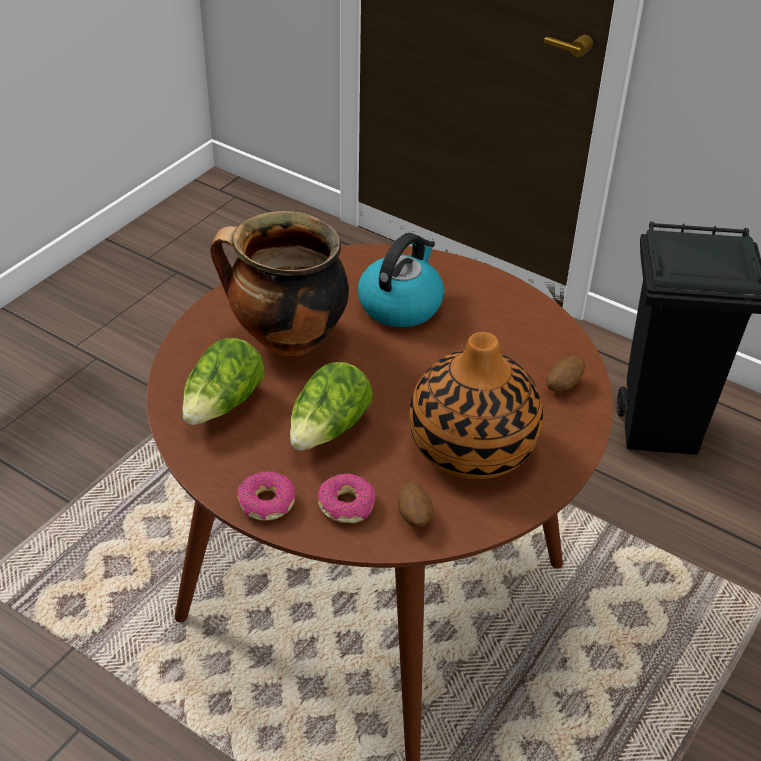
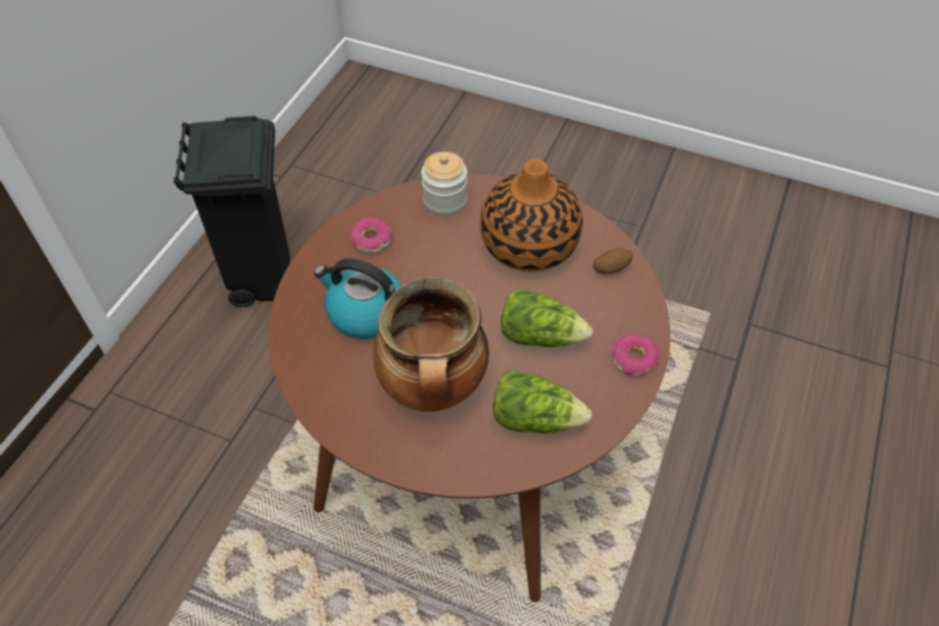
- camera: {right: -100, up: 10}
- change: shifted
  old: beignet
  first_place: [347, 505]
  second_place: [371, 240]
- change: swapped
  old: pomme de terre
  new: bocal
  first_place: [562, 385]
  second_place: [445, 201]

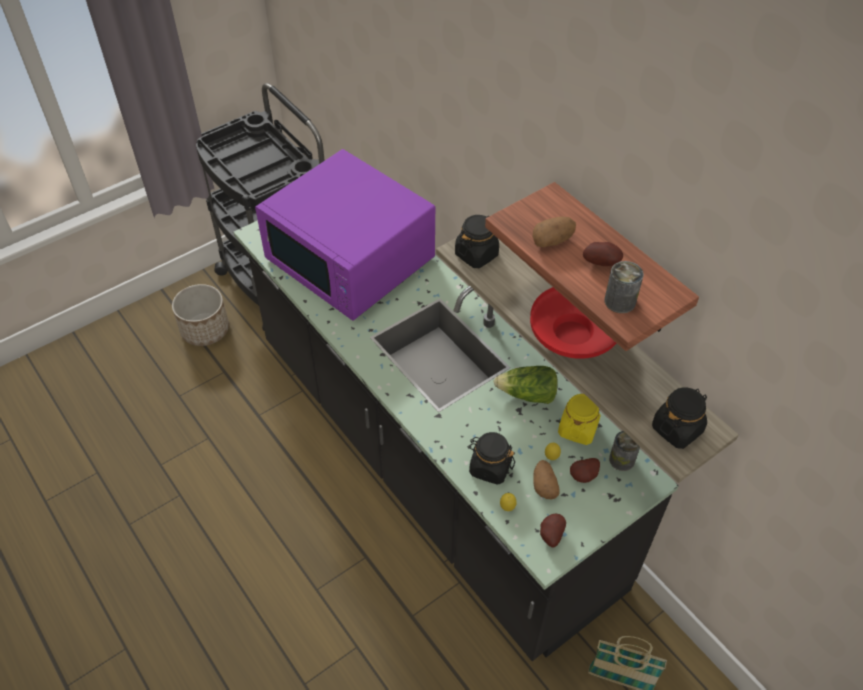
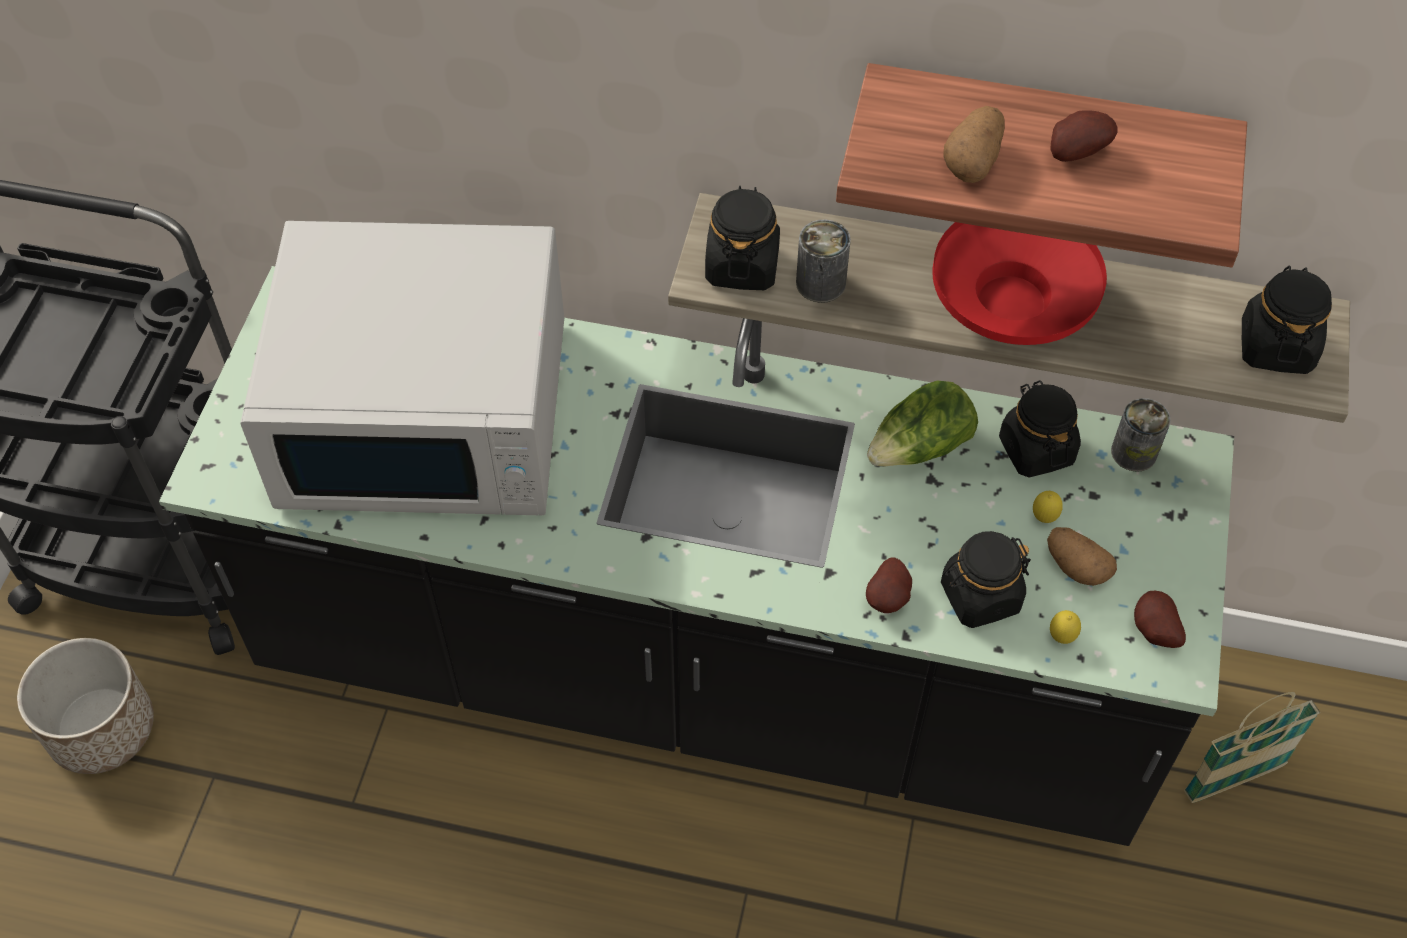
- camera: {right: -40, up: 5}
- change: shifted
  old: pomme de terre
  first_place: [584, 476]
  second_place: [889, 598]
- change: shifted
  old: boîte métallique
  first_place: [620, 301]
  second_place: [820, 283]
- change: repainted
  old: micro-ondes [violet]
  new: micro-ondes [blanc]
  first_place: [351, 260]
  second_place: [428, 415]
- change: repainted
  old: bocal [jaune]
  new: bocal [noir]
  first_place: [577, 429]
  second_place: [1036, 449]

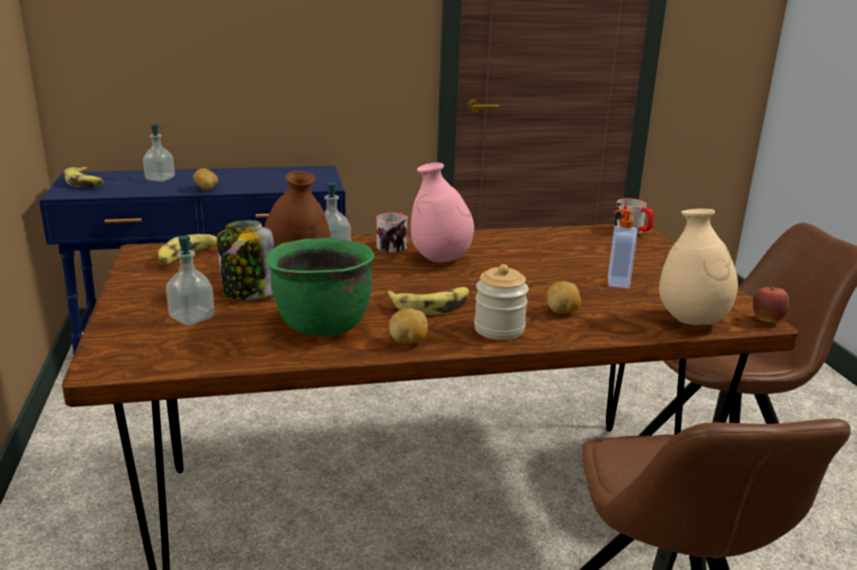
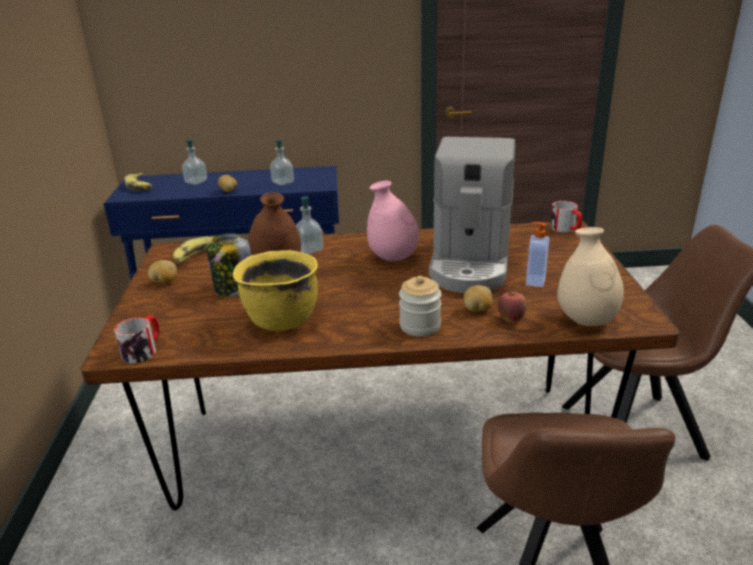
- camera: {right: 10, up: 5}
- change: gone
  old: banane
  first_place: [431, 306]
- change: new
  new: machine à café
  second_place: [470, 263]
- change: shifted
  old: distributeur de savon
  first_place: [192, 318]
  second_place: [283, 182]
- change: shifted
  old: mug
  first_place: [393, 244]
  second_place: [143, 350]
- change: shifted
  old: pomme de terre
  first_place: [408, 342]
  second_place: [165, 282]
- change: shifted
  old: pomme
  first_place: [767, 320]
  second_place: [511, 319]
- change: repainted
  old: marmite [vert]
  new: marmite [jaune]
  first_place: [321, 325]
  second_place: [281, 319]

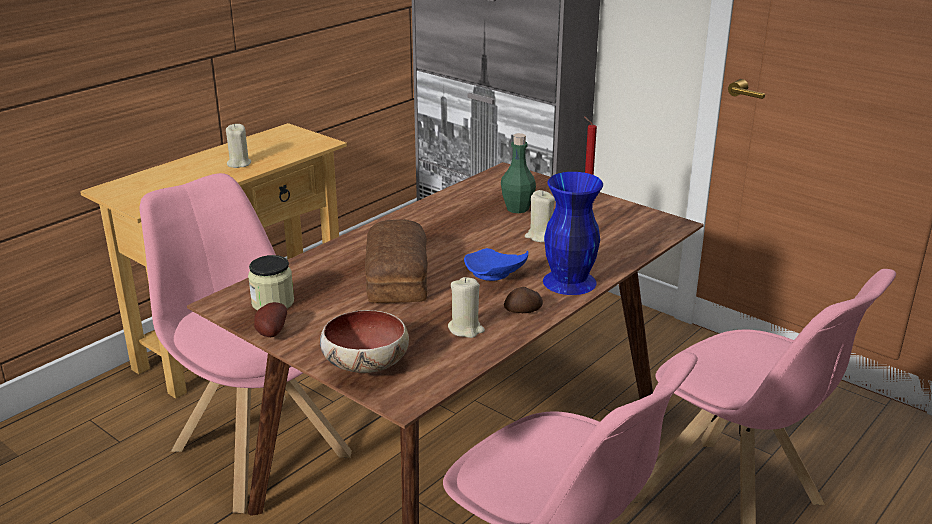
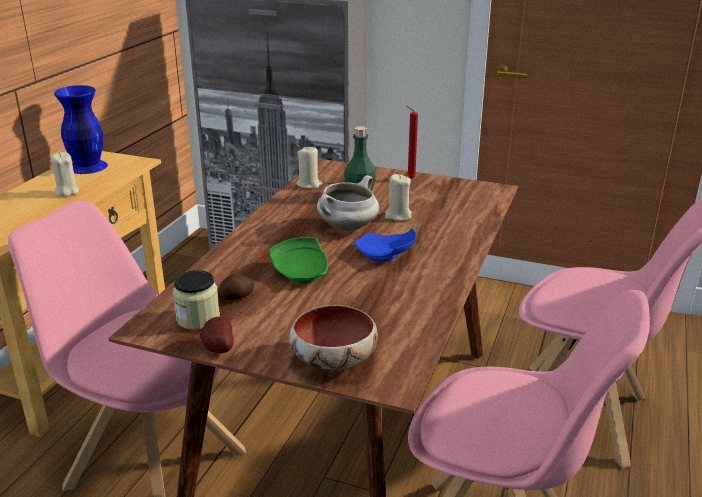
- camera: {right: -20, up: 0}
- change: new
  new: marmite [blanc]
  second_place: [347, 228]
- change: shifted
  old: bougie [beige]
  first_place: [466, 329]
  second_place: [309, 184]
- change: shifted
  old: pomme de terre
  first_place: [523, 311]
  second_place: [237, 297]
- change: shifted
  old: vase [bleu]
  first_place: [568, 281]
  second_place: [86, 167]
- change: swapped
  old: pain
  new: assiette [vert]
  first_place: [399, 277]
  second_place: [302, 272]

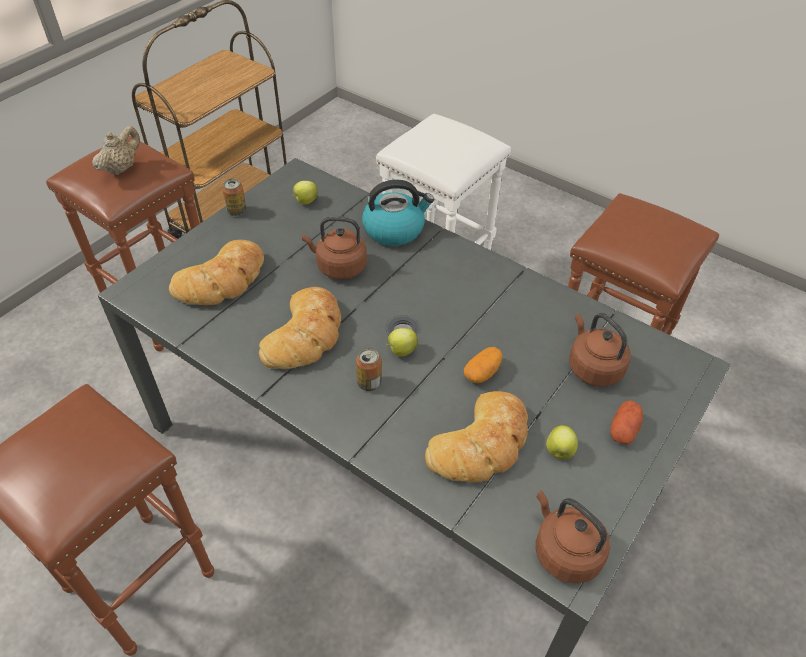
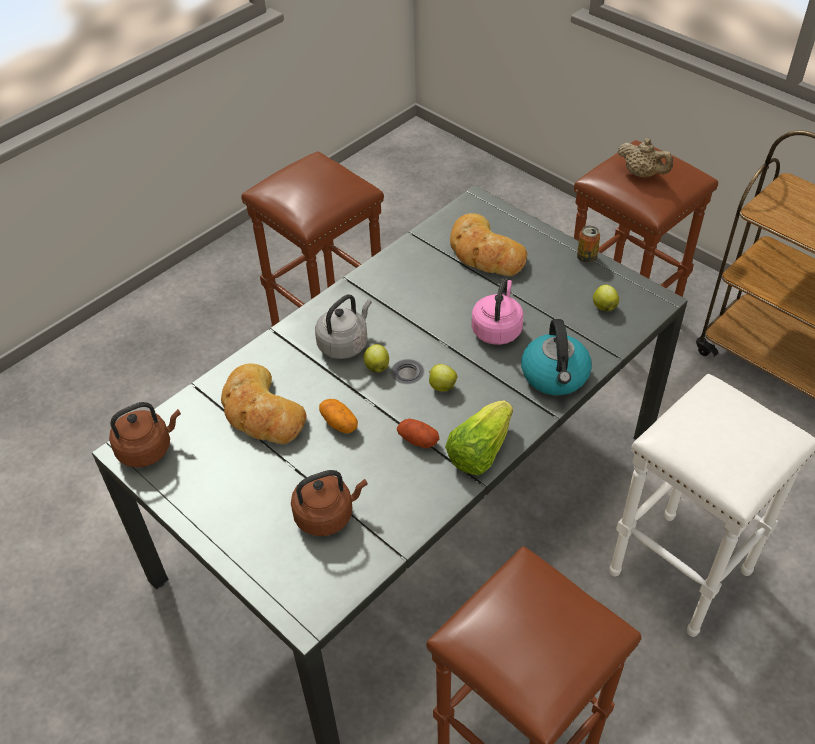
- camera: {right: 100, up: 0}
- change: gone
  old: pain
  first_place: [306, 335]
- change: new
  new: laitue
  second_place: [479, 451]
- change: shifted
  old: pomme
  first_place: [559, 452]
  second_place: [441, 386]
- change: shifted
  old: pomme de terre
  first_place: [624, 429]
  second_place: [418, 440]
- change: swapped
  old: boîte métallique
  new: bouilloire [gris]
  first_place: [369, 383]
  second_place: [345, 343]
- change: repainted
  old: bouilloire [marron]
  new: bouilloire [rose]
  first_place: [338, 267]
  second_place: [497, 329]

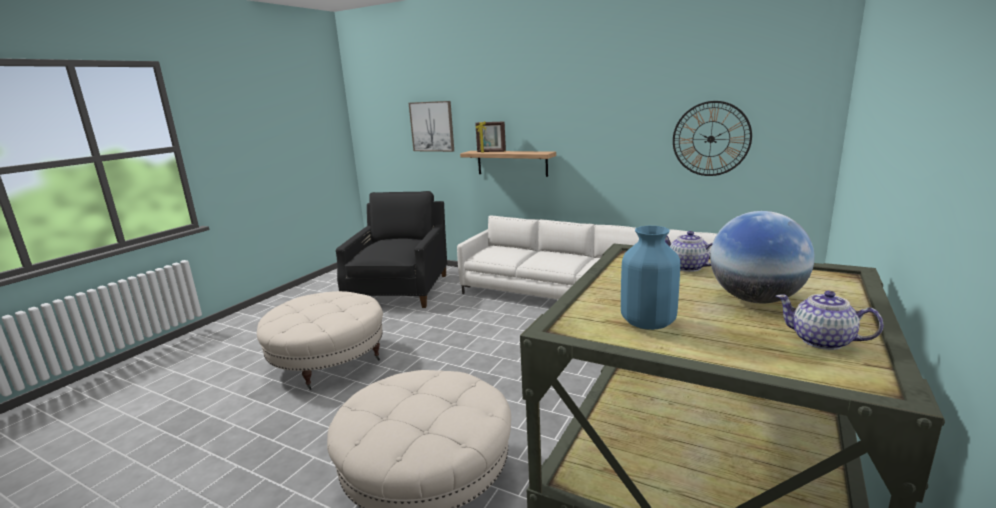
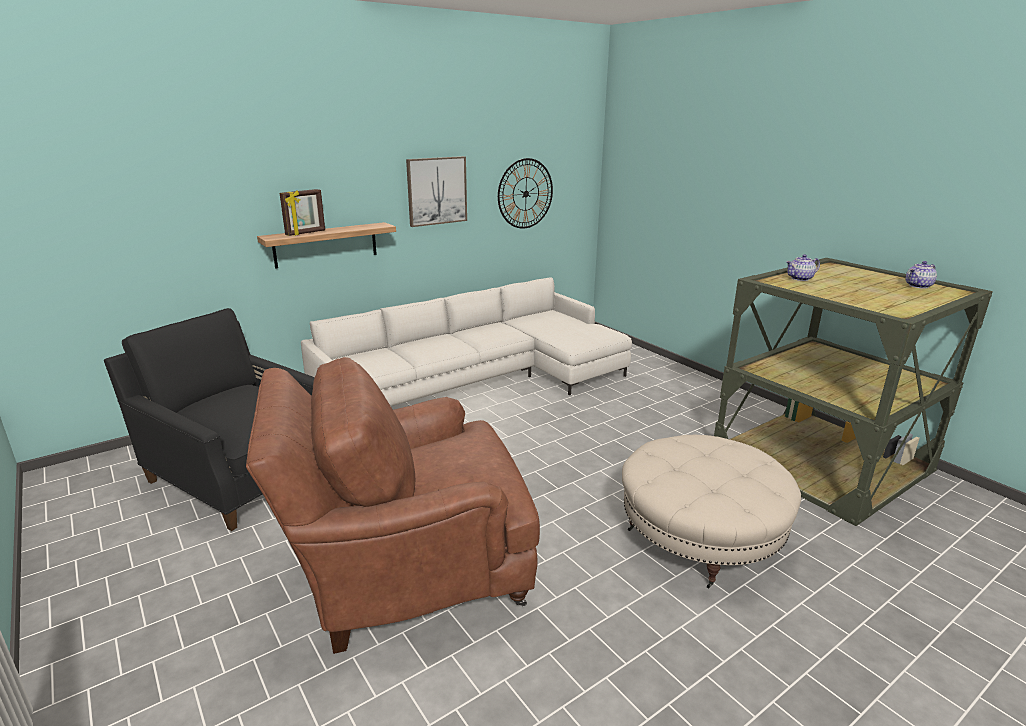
- camera: {right: -65, up: 5}
- change: gone
  old: vase [bleu]
  first_place: [648, 322]
- change: gone
  old: globe
  first_place: [755, 299]
- change: shifted
  old: tableau
  first_place: [432, 126]
  second_place: [436, 191]
- change: swapped
  old: pouf [beige]
  new: fauteuil [marron]
  first_place: [329, 361]
  second_place: [404, 569]

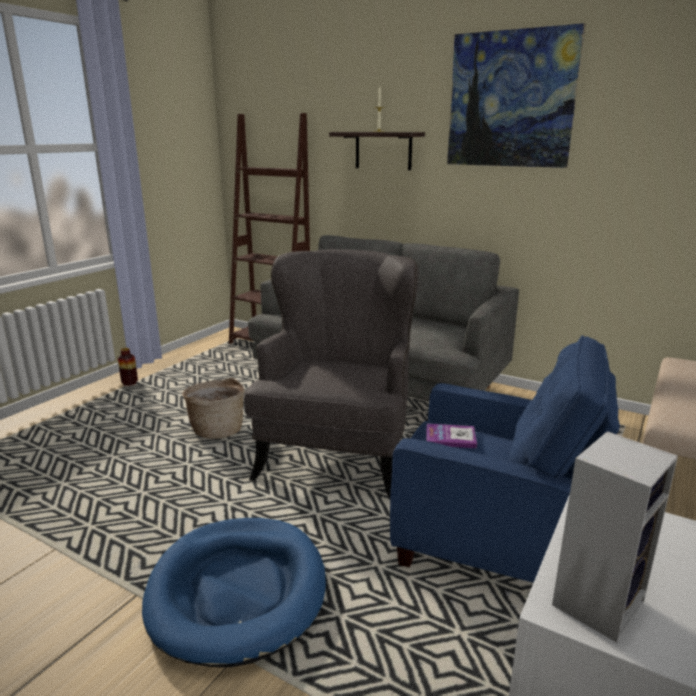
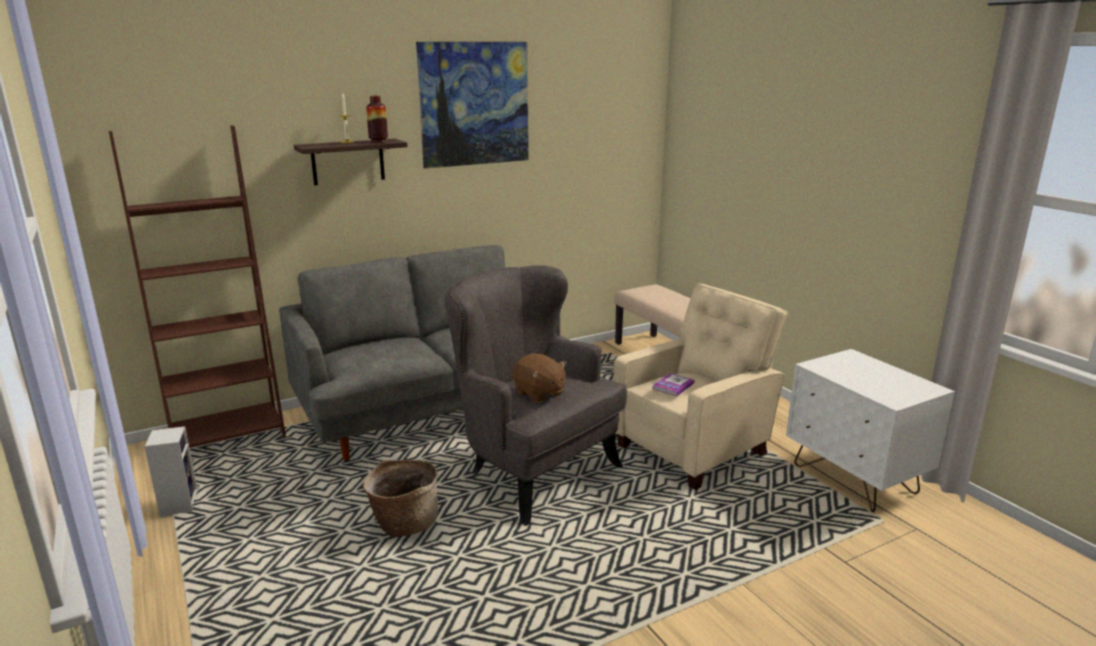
- camera: {right: -60, up: 0}
- change: gone
  old: panier pour chien [bleu]
  first_place: [238, 591]
- change: new
  new: peluche [marron]
  second_place: [539, 393]
- change: shifted
  old: vase
  first_place: [130, 384]
  second_place: [378, 142]
- change: shifted
  old: enceinte
  first_place: [597, 600]
  second_place: [179, 505]
- change: repainted
  old: fauteuil [bleu]
  new: fauteuil [beige]
  first_place: [491, 541]
  second_place: [694, 449]

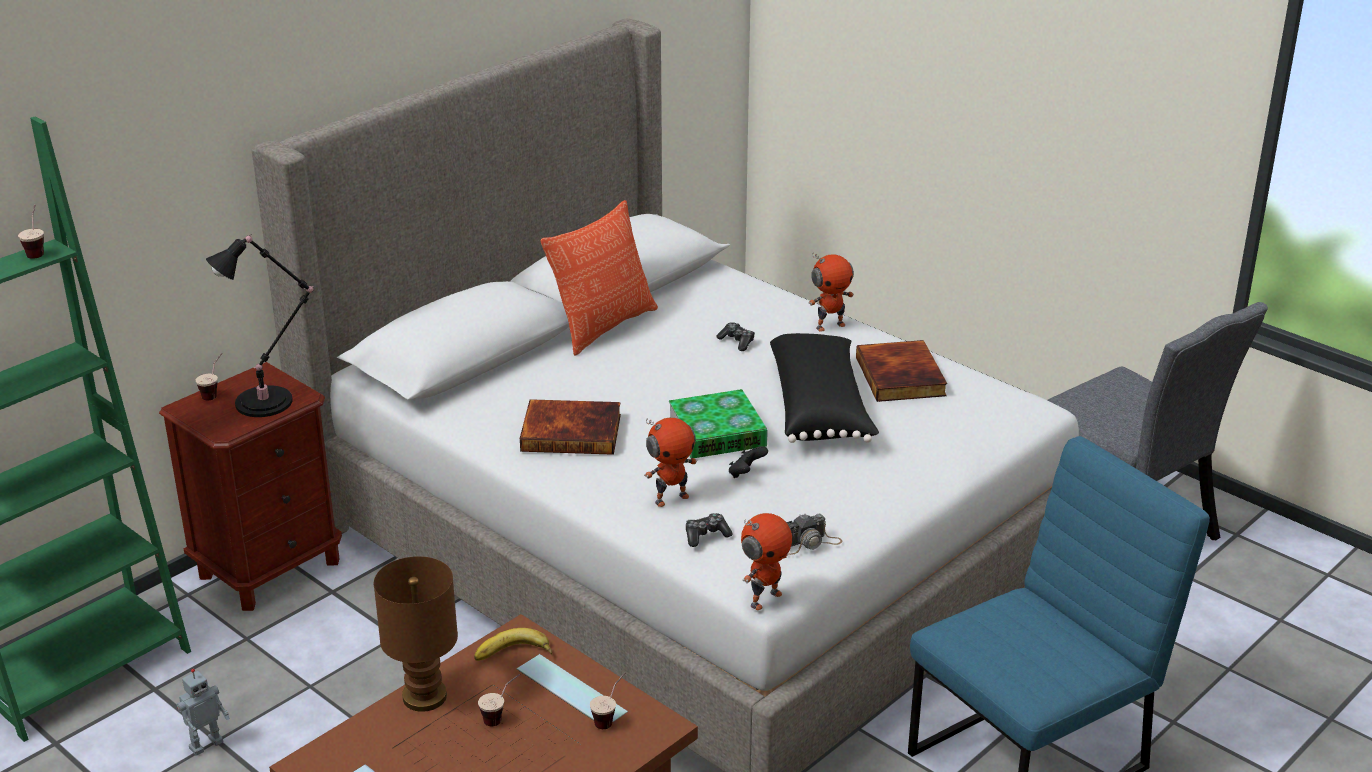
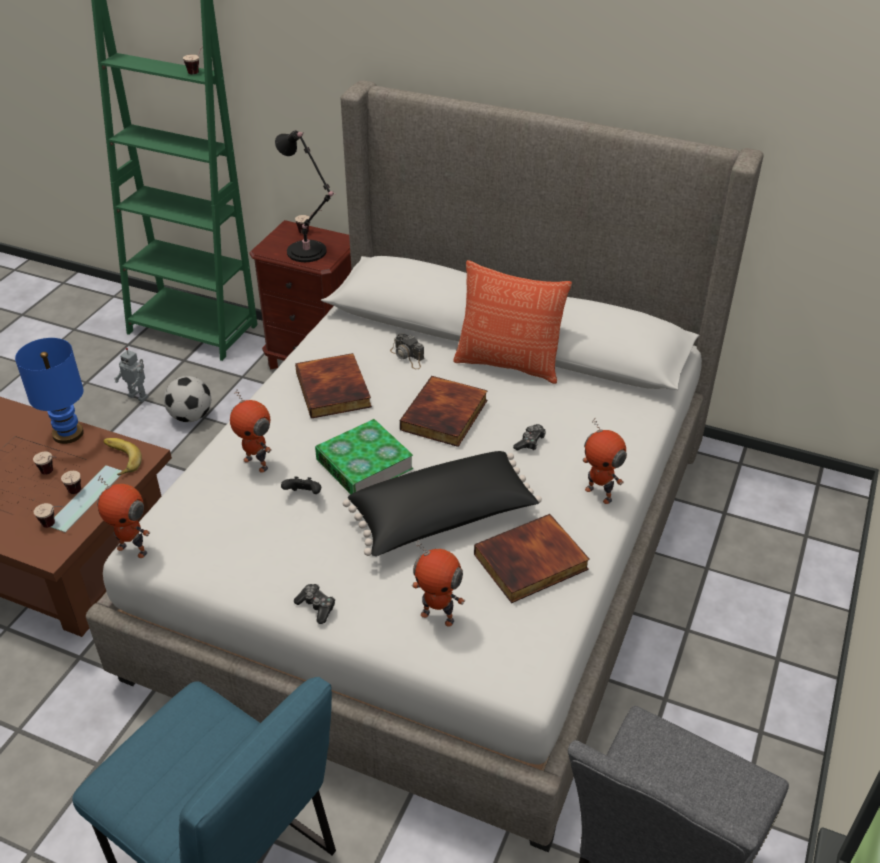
- camera: {right: 70, up: 10}
- change: new
  new: tasse
  second_place: [76, 495]
- change: new
  new: ballon de foot
  second_place: [191, 416]
- change: new
  new: livre
  second_place: [445, 416]
- change: new
  new: robot jouet
  second_place: [438, 616]
- change: shifted
  old: manette
  first_place: [706, 535]
  second_place: [316, 607]
- change: shifted
  old: appareil photo
  first_place: [810, 543]
  second_place: [408, 356]
- change: repainted
  old: lampe de table [marron]
  new: lampe de table [bleu]
  first_place: [425, 696]
  second_place: [69, 434]

